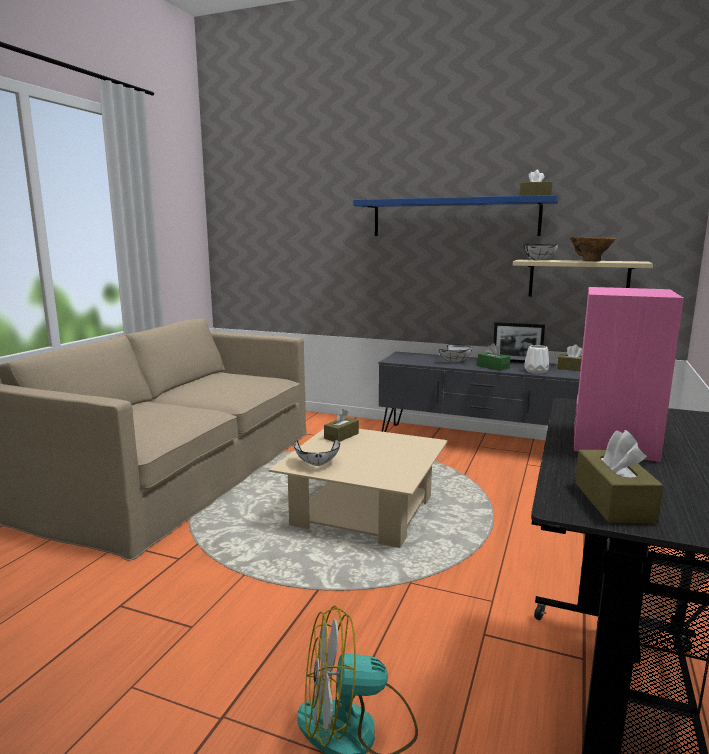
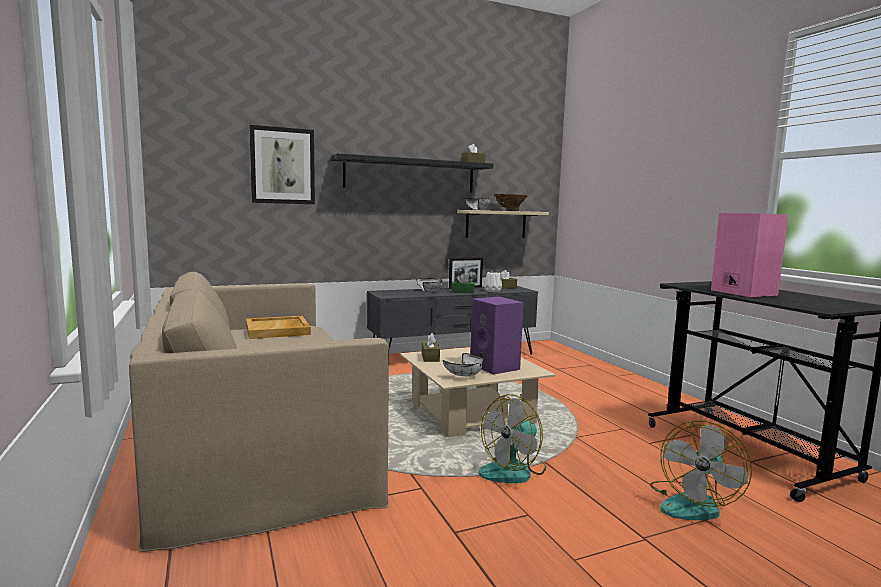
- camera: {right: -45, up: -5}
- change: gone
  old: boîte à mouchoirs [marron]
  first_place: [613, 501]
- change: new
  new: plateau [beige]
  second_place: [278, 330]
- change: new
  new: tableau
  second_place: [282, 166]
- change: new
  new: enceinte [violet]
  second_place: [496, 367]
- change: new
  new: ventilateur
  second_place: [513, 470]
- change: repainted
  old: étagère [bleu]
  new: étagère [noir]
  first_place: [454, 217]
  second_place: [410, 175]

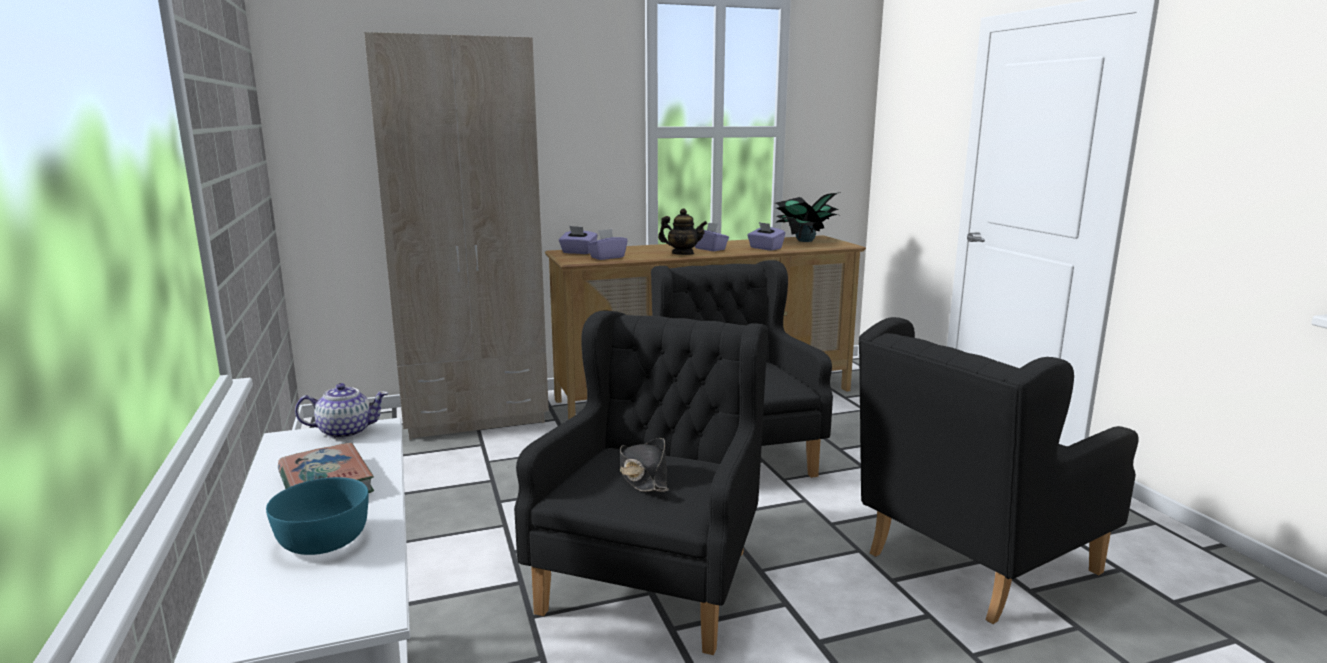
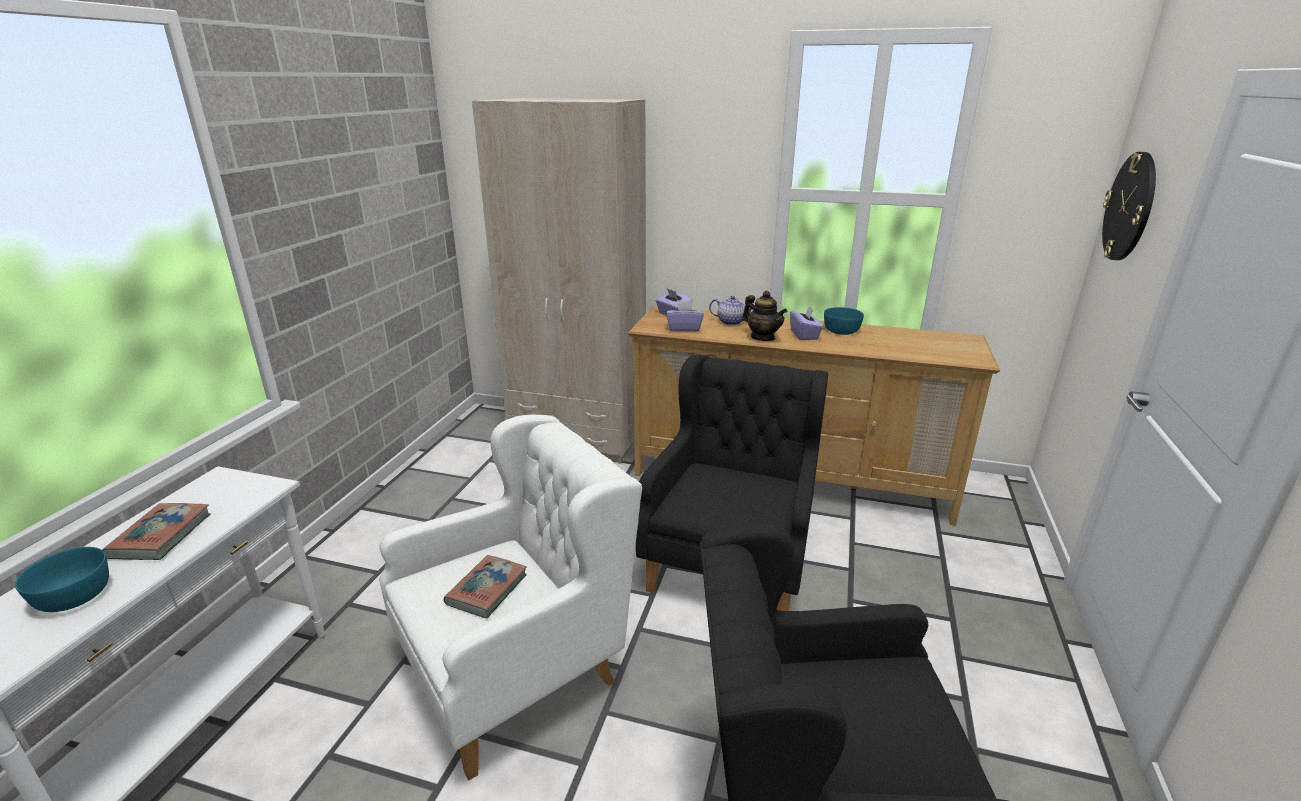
- camera: {right: 35, up: 10}
- change: gone
  old: boîte à mouchoirs [violet]
  first_place: [765, 248]
- change: gone
  old: plante en pot
  first_place: [804, 241]
- change: new
  new: bol [turquoise]
  second_place: [841, 331]
- change: new
  new: horloge murale
  second_place: [1129, 207]
- change: shifted
  old: théière
  first_place: [346, 431]
  second_place: [731, 322]
- change: swapped
  old: chapeau [noir]
  new: livre
  first_place: [643, 476]
  second_place: [487, 589]
- change: repainted
  old: fauteuil [noir]
  new: fauteuil [blanc]
  first_place: [655, 577]
  second_place: [520, 670]

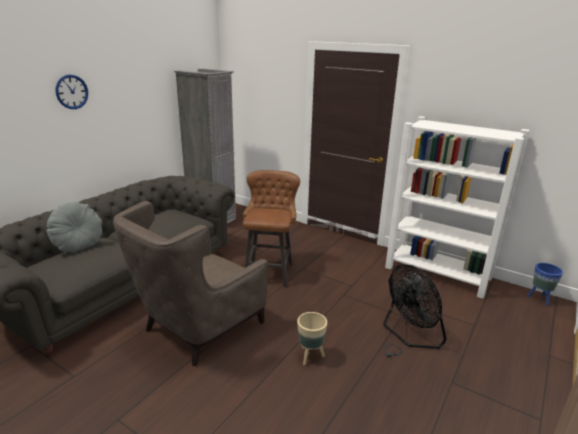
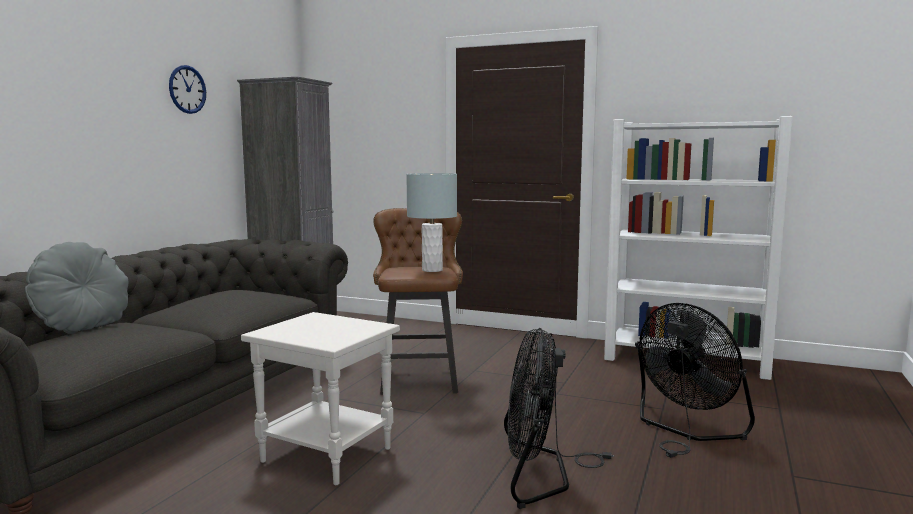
- camera: {right: -10, up: -15}
- change: gone
  old: cache-pot [bleu]
  first_place: [539, 299]
- change: new
  new: lampe de table [gris]
  second_place: [432, 270]
- change: shifted
  old: horloge murale
  first_place: [72, 92]
  second_place: [187, 89]
- change: swapped
  old: fauteuil [gris]
  new: table d'appoint [blanc]
  first_place: [199, 328]
  second_place: [324, 455]
- change: swapped
  old: cache-pot [beige]
  new: ventilateur [noir]
  first_place: [310, 356]
  second_place: [542, 470]

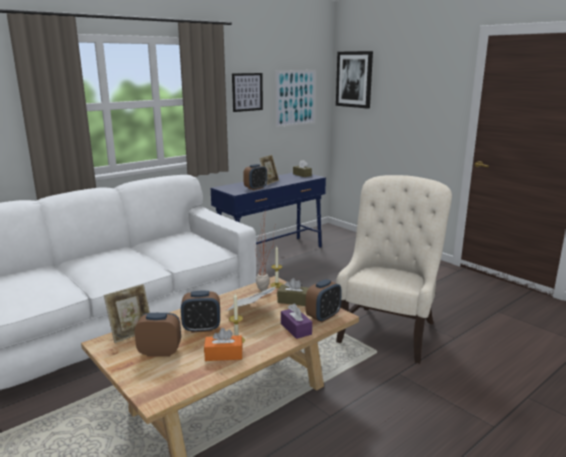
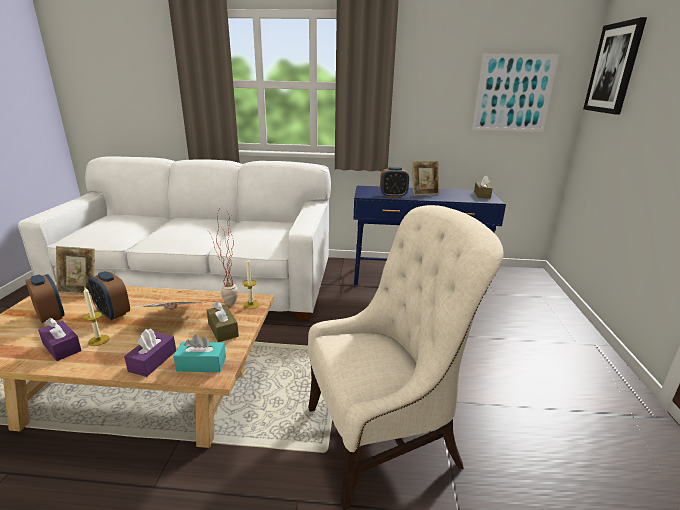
- camera: {right: 45, up: 5}
- change: gone
  old: tableau
  first_place: [247, 92]
- change: swapped
  old: réveil
  new: boîte à mouchoirs [turquoise]
  first_place: [323, 316]
  second_place: [201, 364]
- change: repainted
  old: boîte à mouchoirs [orange]
  new: boîte à mouchoirs [violet]
  first_place: [223, 355]
  second_place: [62, 347]

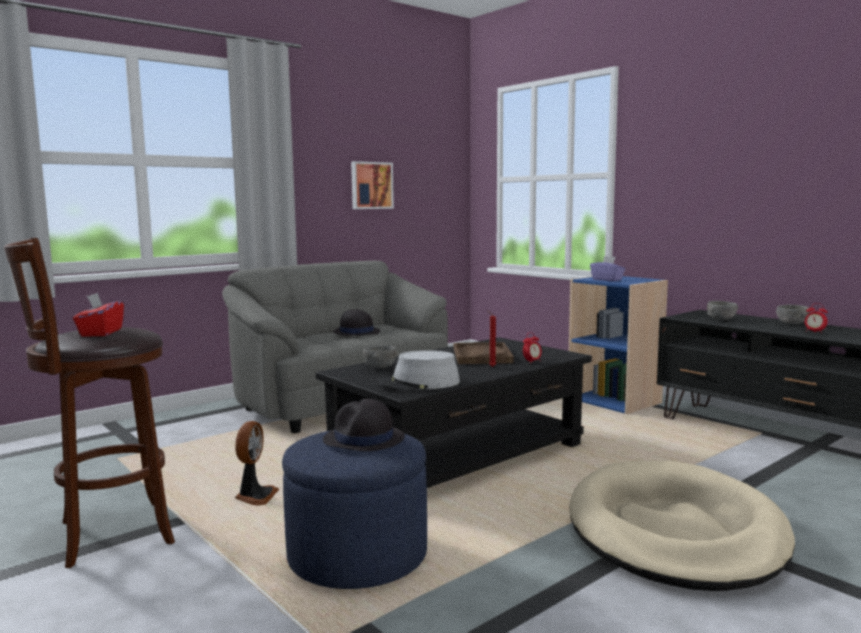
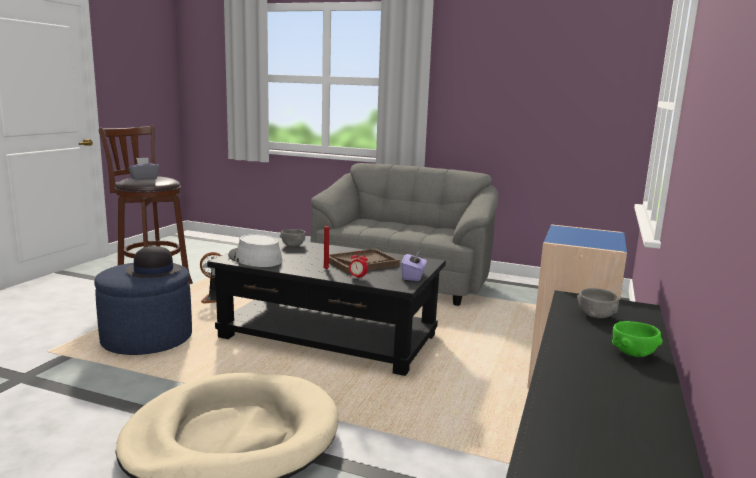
- camera: {right: 60, up: 5}
- change: gone
  old: chapeau [noir]
  first_place: [356, 332]
- change: gone
  old: tableau
  first_place: [371, 185]
- change: gone
  old: réveil
  first_place: [814, 332]
- change: shifted
  old: boîte à mouchoirs [violet]
  first_place: [607, 280]
  second_place: [413, 276]
- change: repainted
  old: boîte à mouchoirs [rouge]
  new: boîte à mouchoirs [gris]
  first_place: [100, 333]
  second_place: [144, 178]
- change: repainted
  old: bol [gris]
  new: bol [vert]
  first_place: [792, 324]
  second_place: [633, 353]

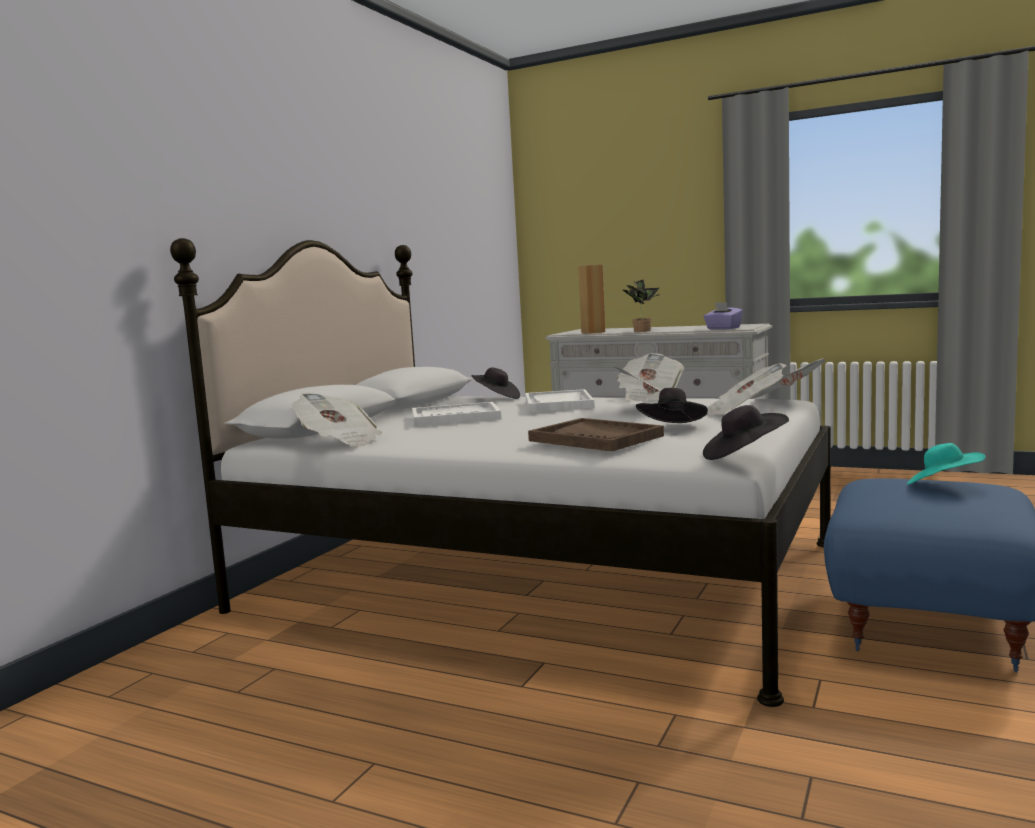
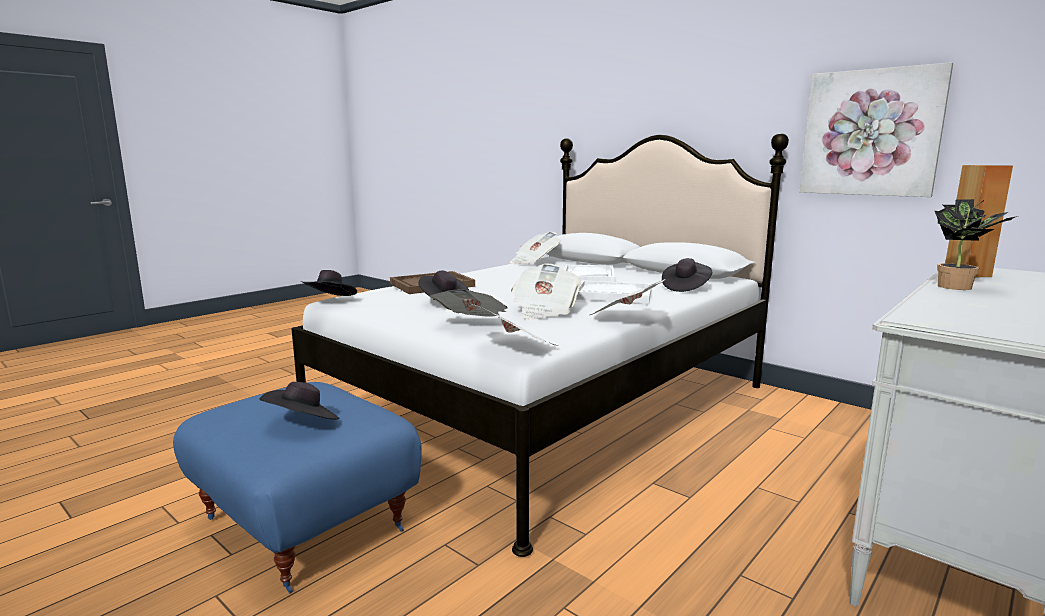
- camera: {right: 105, up: 5}
- change: gone
  old: boîte à mouchoirs [violet]
  first_place: [723, 328]
- change: new
  new: tableau
  second_place: [871, 133]
- change: repainted
  old: chapeau [turquoise]
  new: chapeau [noir]
  first_place: [943, 486]
  second_place: [303, 423]

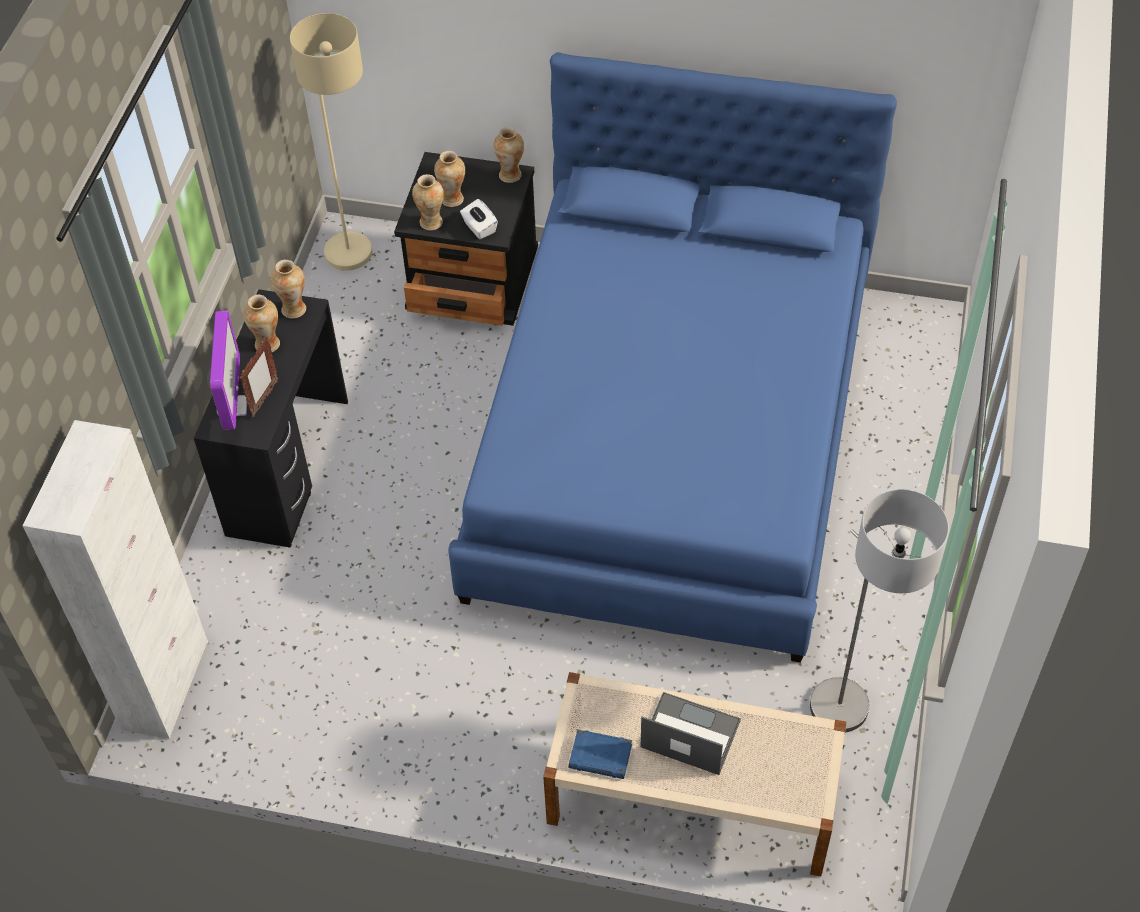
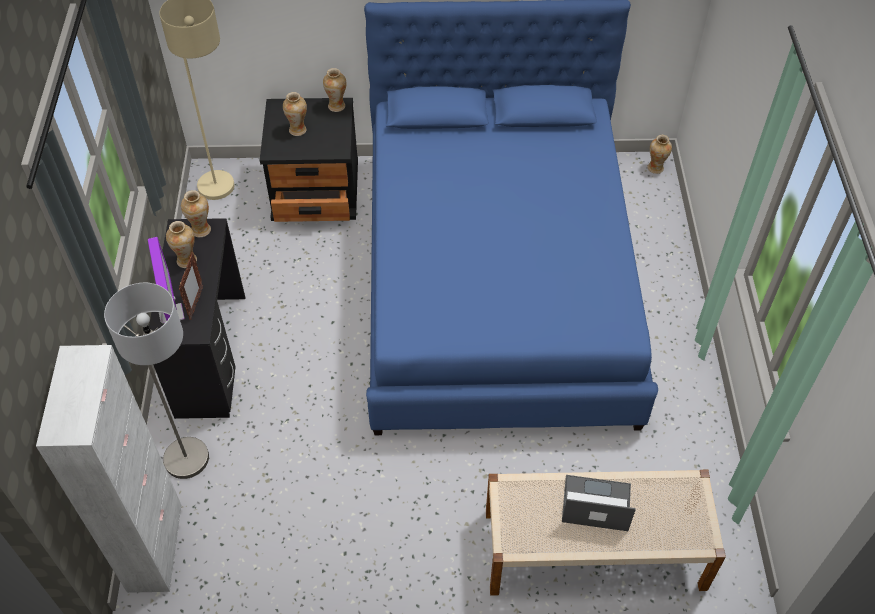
- camera: {right: -15, up: 0}
- change: gone
  old: boîte à mouchoirs [blanc]
  first_place: [479, 228]
- change: gone
  old: livre [bleu]
  first_place: [601, 756]
- change: shifted
  old: vase
  first_place: [431, 222]
  second_place: [655, 168]
- change: shifted
  old: lampadaire [gris]
  first_place: [851, 719]
  second_place: [196, 466]

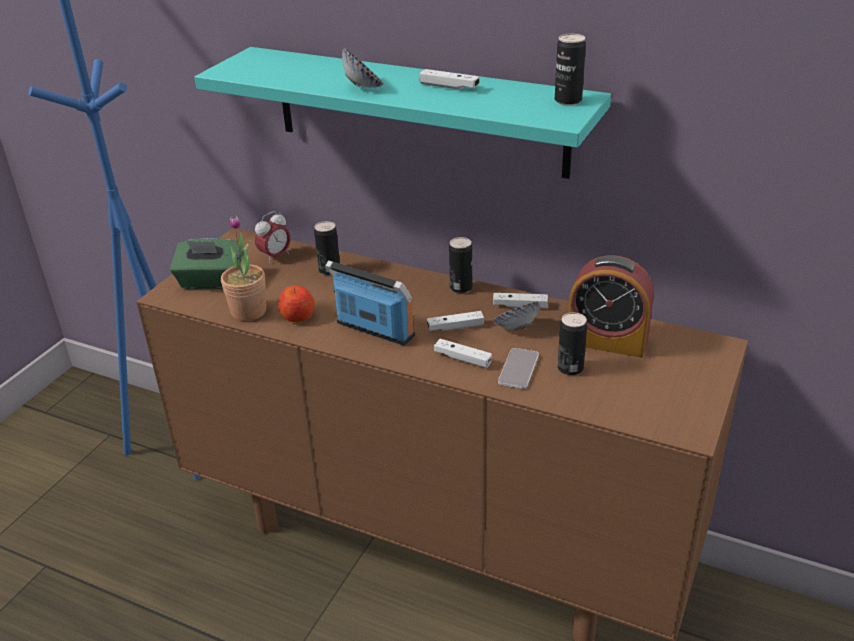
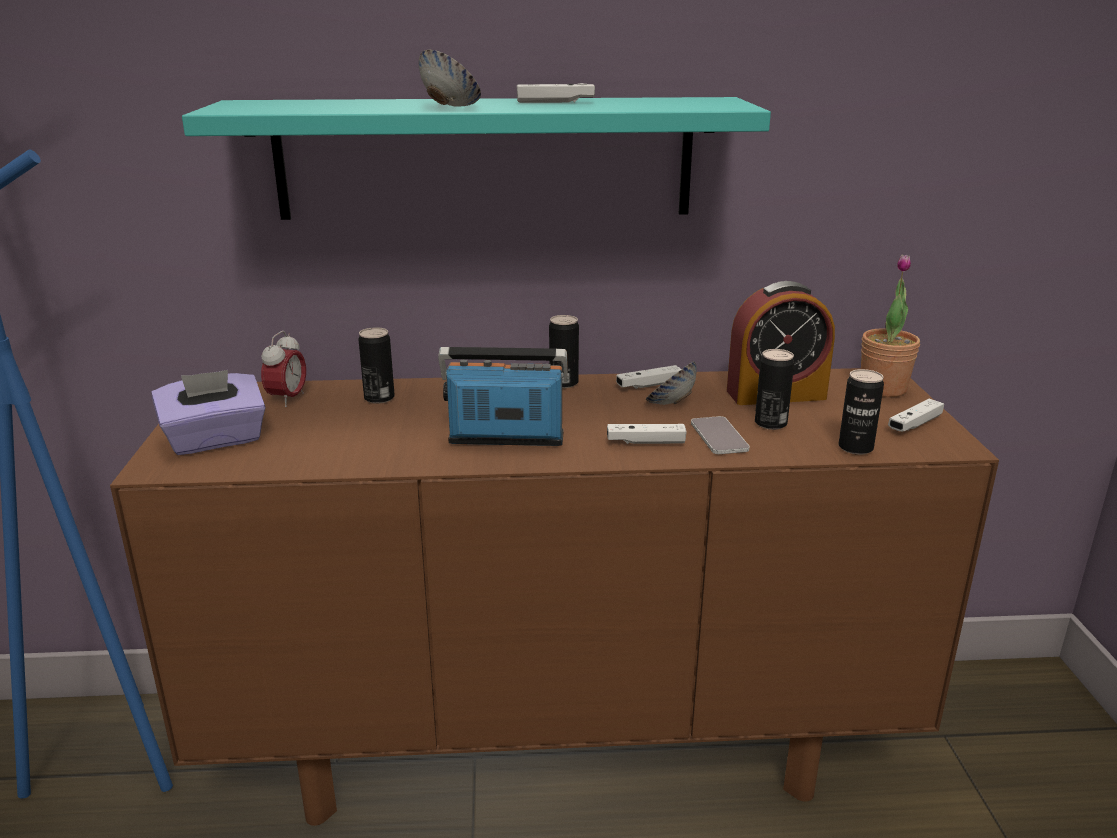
- camera: {right: -30, up: -10}
- change: gone
  old: pomme
  first_place: [298, 317]
- change: shifted
  old: plante en pot
  first_place: [248, 311]
  second_place: [883, 389]
- change: shifted
  old: manette [blanc]
  first_place: [455, 327]
  second_place: [914, 424]
- change: shifted
  old: boîte métallique
  first_place: [568, 100]
  second_place: [855, 448]
- change: repainted
  old: boîte à mouchoirs [vert]
  new: boîte à mouchoirs [violet]
  first_place: [210, 281]
  second_place: [215, 440]

